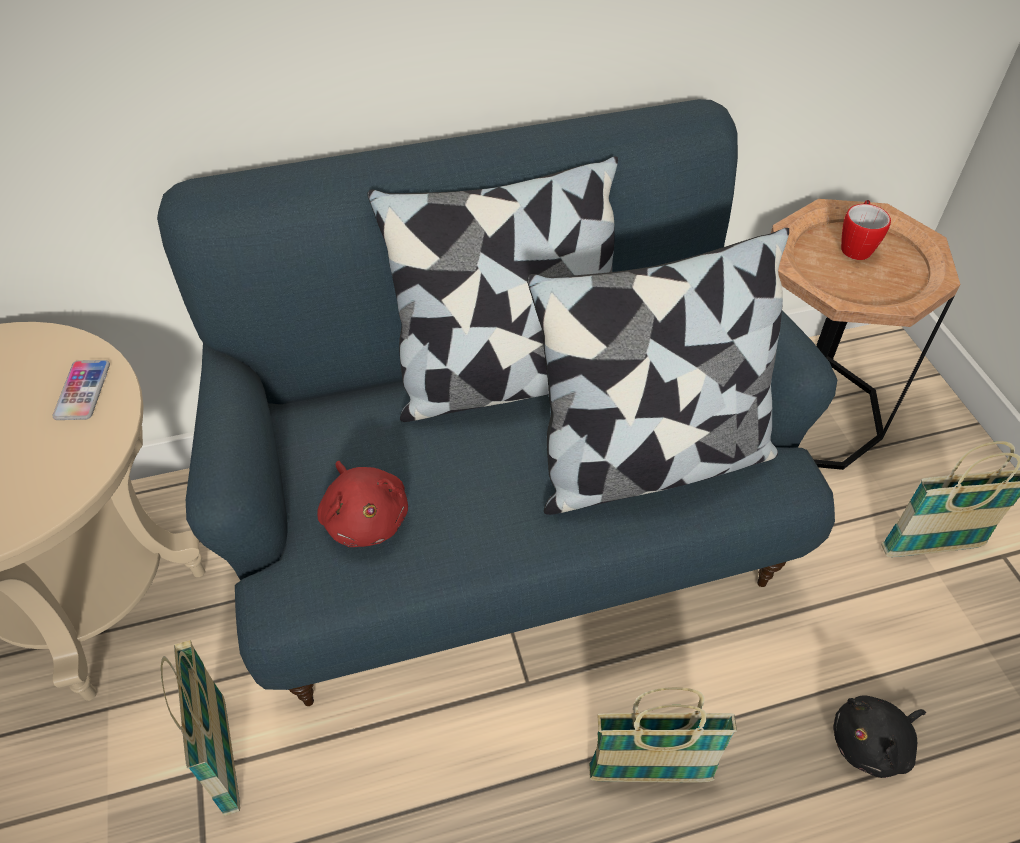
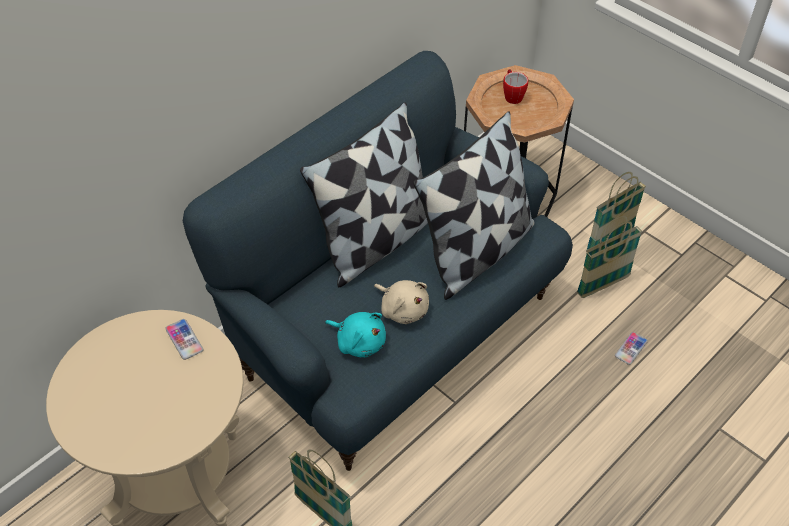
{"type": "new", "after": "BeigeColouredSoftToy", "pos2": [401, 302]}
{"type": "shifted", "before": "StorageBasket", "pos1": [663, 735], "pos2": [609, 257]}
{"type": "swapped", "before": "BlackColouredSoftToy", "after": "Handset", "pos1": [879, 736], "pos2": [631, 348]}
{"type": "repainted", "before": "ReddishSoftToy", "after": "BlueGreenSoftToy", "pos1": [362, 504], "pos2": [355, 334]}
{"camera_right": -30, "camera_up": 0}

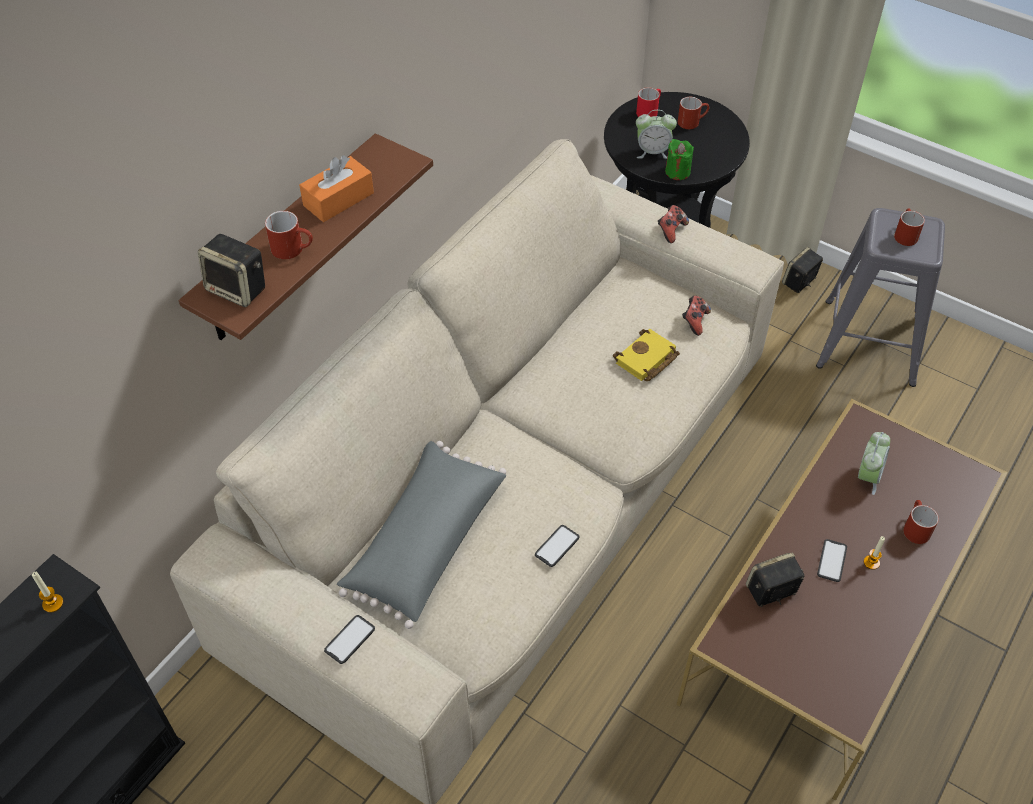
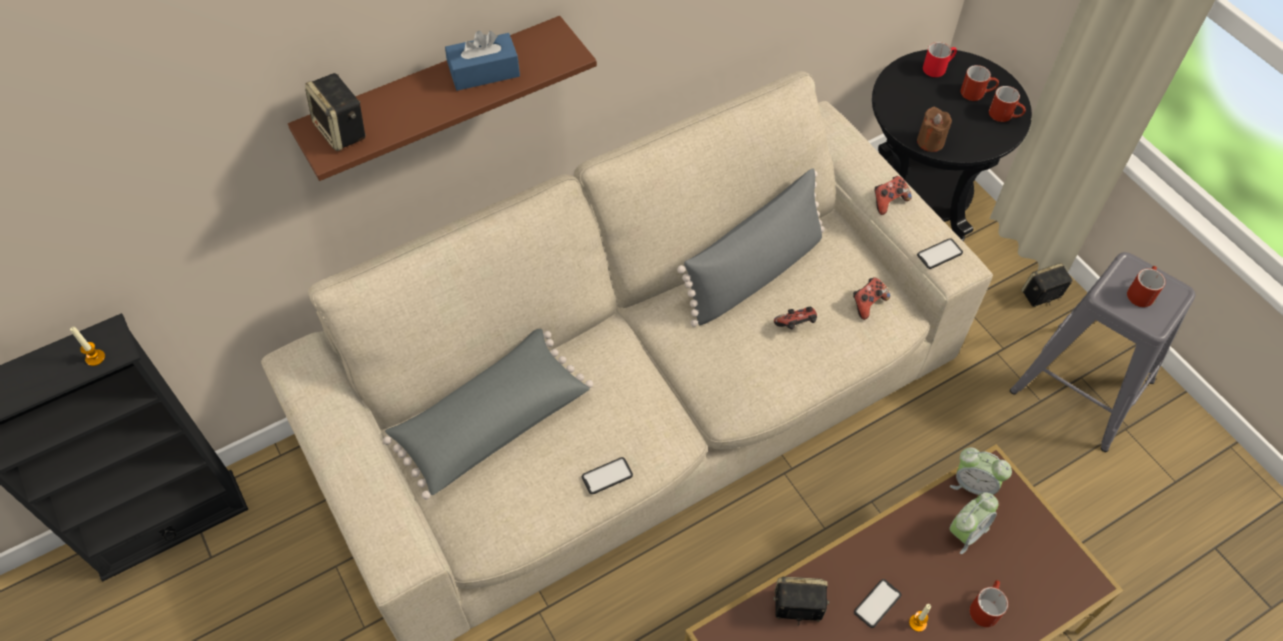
{"type": "new", "after": "GrayPillow", "pos2": [751, 247]}
{"type": "shifted", "before": "ReddishMug", "pos1": [289, 235], "pos2": [1007, 104]}
{"type": "shifted", "before": "Handset", "pos1": [349, 639], "pos2": [940, 253]}
{"type": "shifted", "before": "TableClock", "pos1": [656, 134], "pos2": [981, 471]}
{"type": "swapped", "before": "YellowishBoundBook", "after": "Joypad", "pos1": [646, 355], "pos2": [795, 318]}
{"type": "repainted", "before": "OrangeyTissueBox", "after": "BlueColouredTissueBox", "pos1": [336, 188], "pos2": [482, 61]}
{"type": "repainted", "before": "GreenishWaxLight", "after": "BrownColouredWaxLight", "pos1": [679, 159], "pos2": [934, 129]}
{"camera_right": 25, "camera_up": 5}

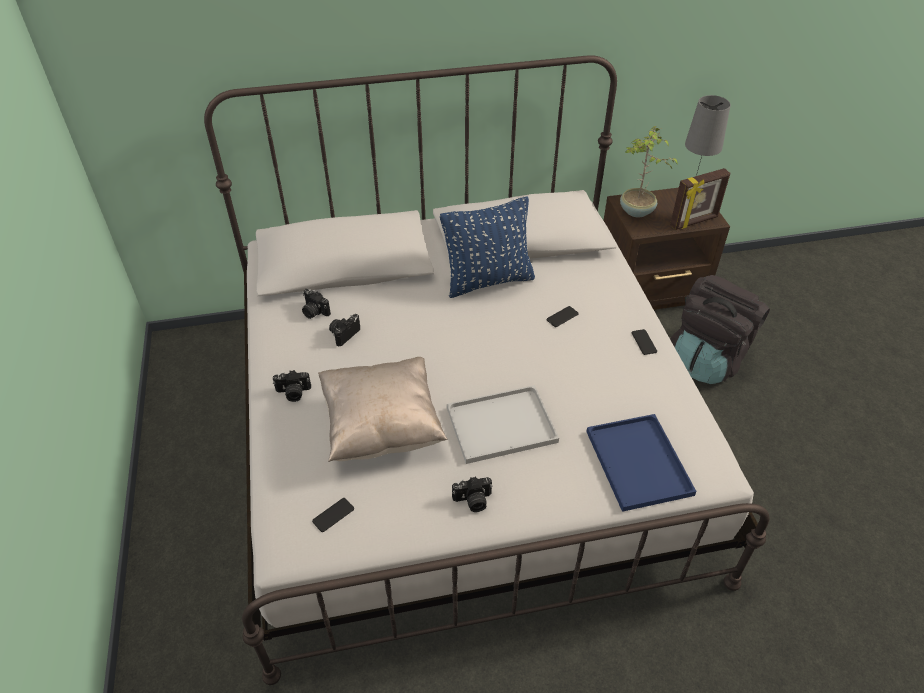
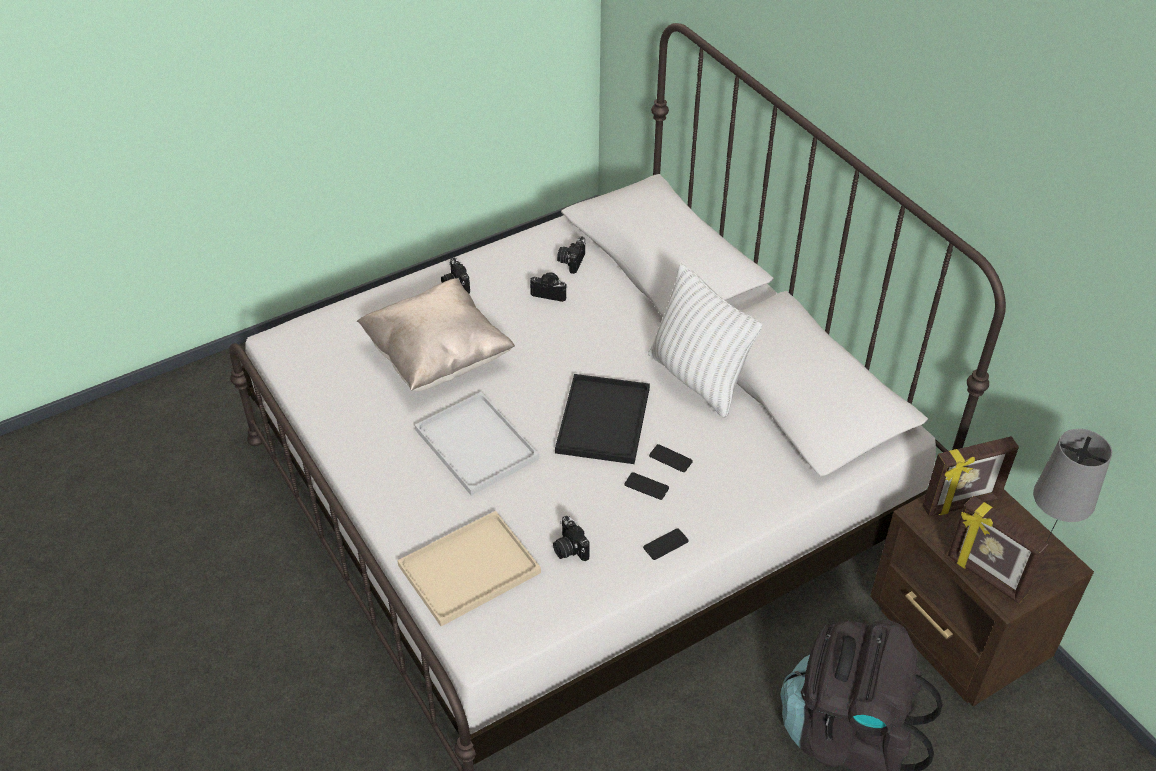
{"type": "new", "after": "BlackColouredServingTray", "pos2": [602, 419]}
{"type": "shifted", "before": "Handset", "pos1": [333, 515], "pos2": [646, 486]}
{"type": "shifted", "before": "StillCamera", "pos1": [472, 494], "pos2": [571, 538]}
{"type": "swapped", "before": "PottedPlant", "after": "StandingFrame", "pos1": [649, 171], "pos2": [970, 476]}
{"type": "repainted", "before": "BlueColouredPillow", "after": "WhitePillow", "pos1": [487, 247], "pos2": [705, 341]}
{"type": "repainted", "before": "BlueColouredServingTray", "after": "BeigeColouredServingTray", "pos1": [641, 463], "pos2": [469, 568]}
{"camera_right": 70, "camera_up": 0}

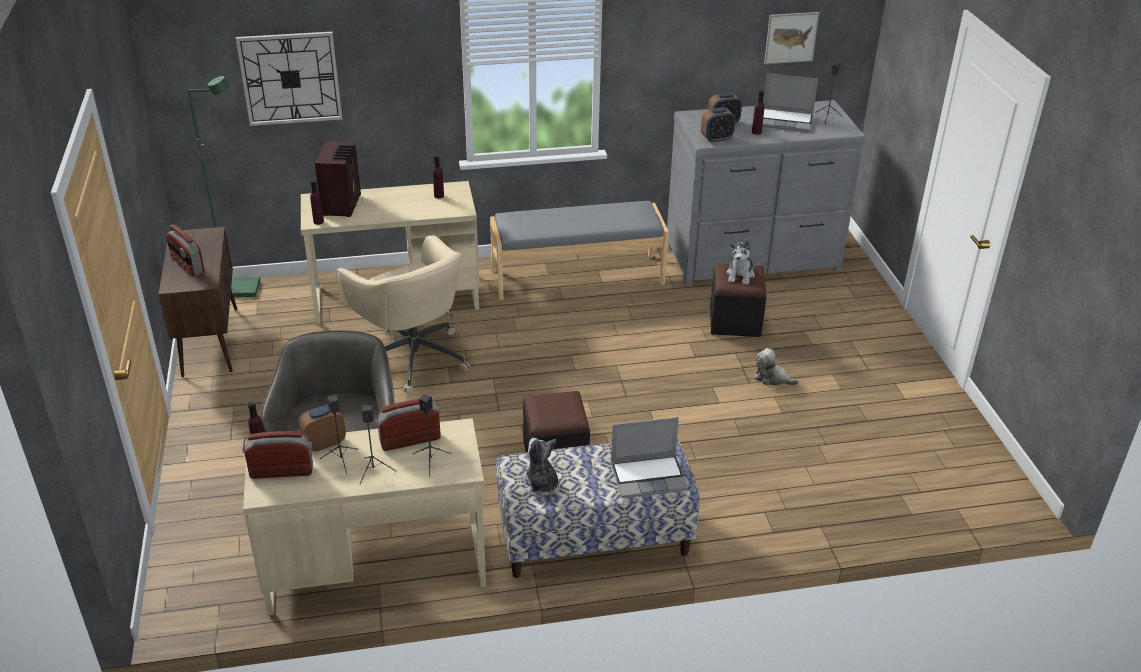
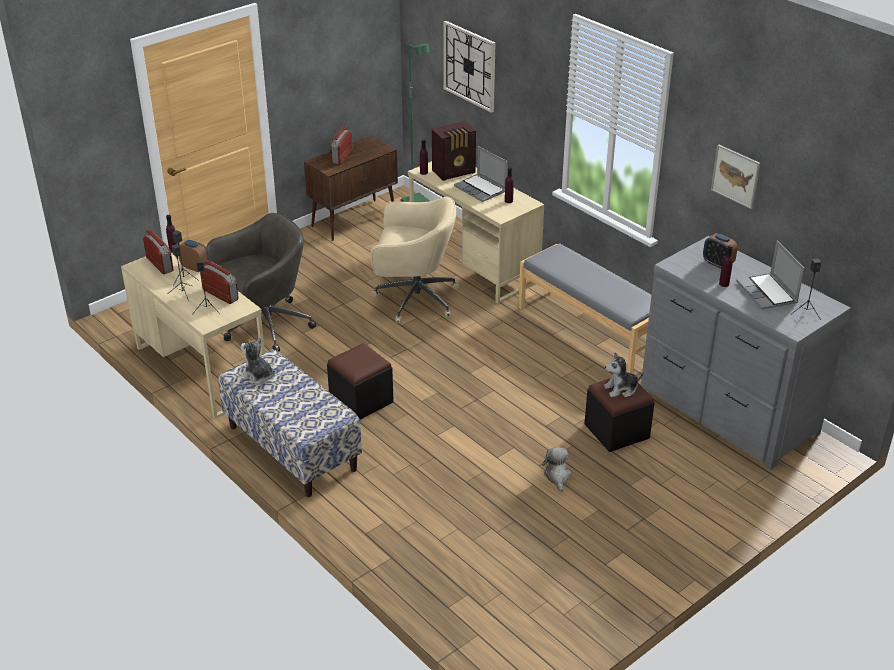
{"type": "gone", "before": "TableClock", "pos1": [718, 125]}
{"type": "shifted", "before": "PortableComputer", "pos1": [649, 457], "pos2": [481, 174]}
{"type": "shifted", "before": "WallArt", "pos1": [791, 38], "pos2": [735, 177]}
{"type": "rotated", "before": "BeigeColouredComputerChair", "pos1": [403, 314], "pos2": [415, 260], "turn": -105}
{"type": "rotated", "before": "SoftToy", "pos1": [541, 467], "pos2": [258, 361], "turn": -90}
{"camera_right": 60, "camera_up": 0}

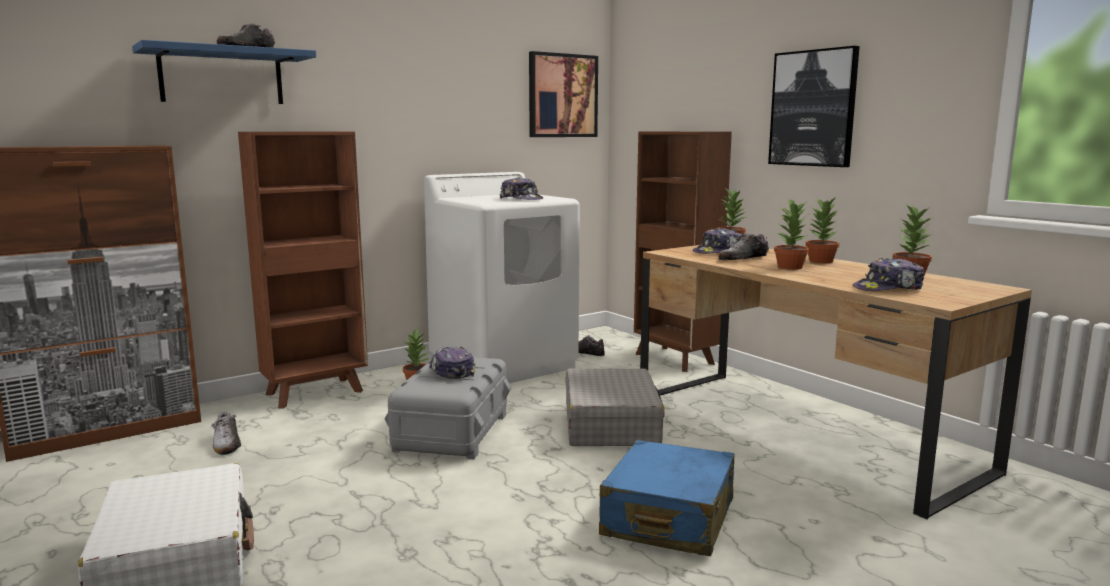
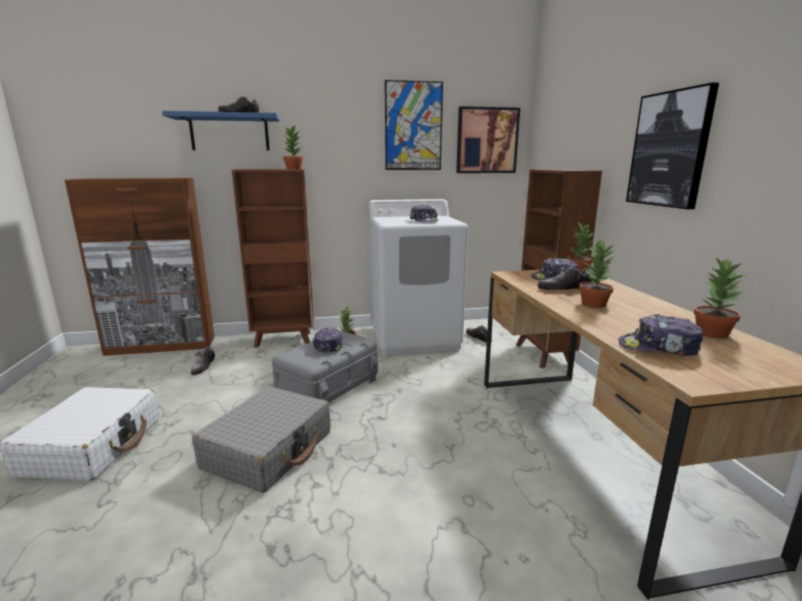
{"type": "gone", "before": "BlueColouredSuitcase", "pos1": [666, 498]}
{"type": "new", "after": "WallArt", "pos2": [414, 125]}
{"type": "shifted", "before": "GraySuitcase", "pos1": [615, 407], "pos2": [261, 439]}
{"type": "shifted", "before": "PottedPlant", "pos1": [822, 230], "pos2": [293, 147]}
{"camera_right": 25, "camera_up": 5}

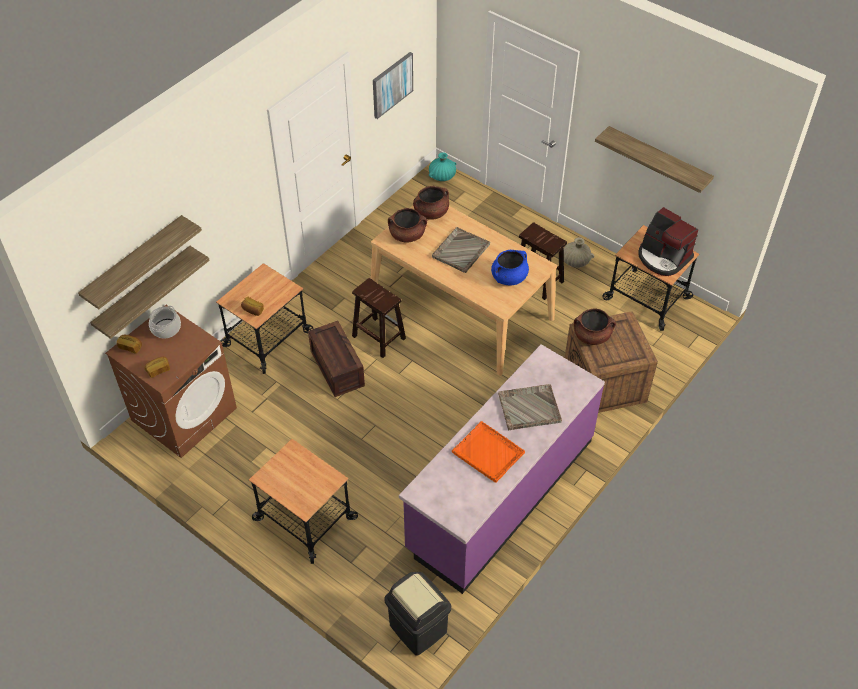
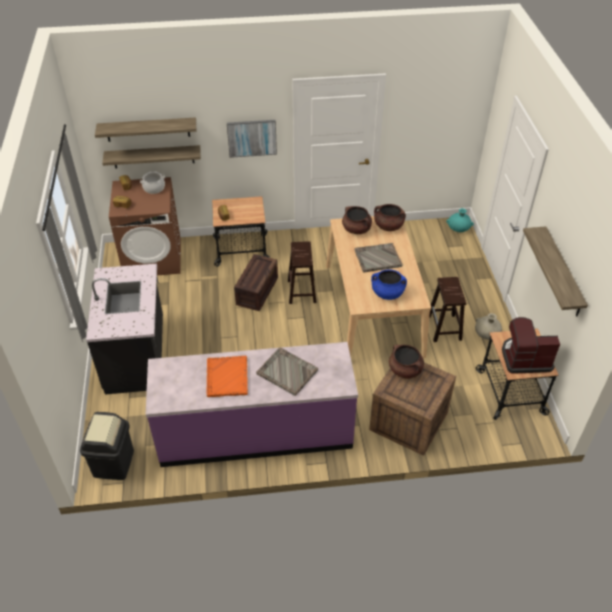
{"type": "shifted", "before": "WallArt", "pos1": [393, 85], "pos2": [252, 139]}
{"type": "swapped", "before": "Cart", "after": "BlackColouredKitchenBaseUnit", "pos1": [303, 501], "pos2": [124, 329]}
{"type": "rotated", "before": "CoffeeMaker", "pos1": [668, 241], "pos2": [531, 345], "turn": 90}
{"camera_right": 45, "camera_up": -5}

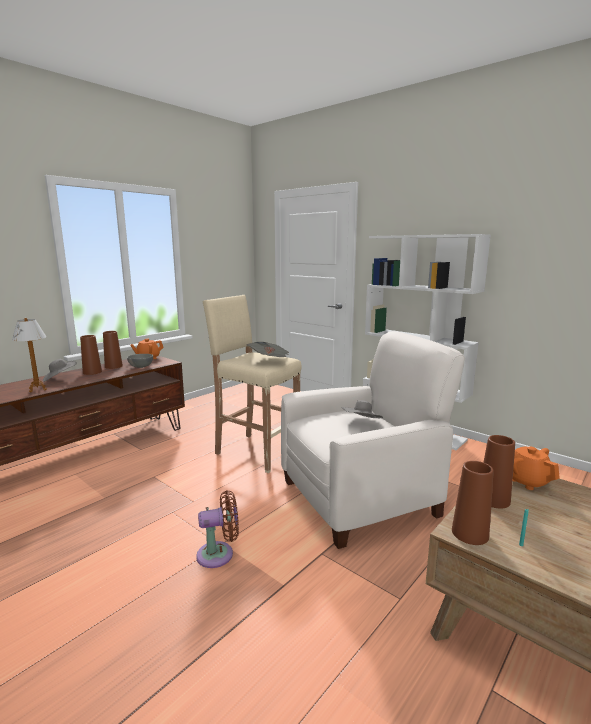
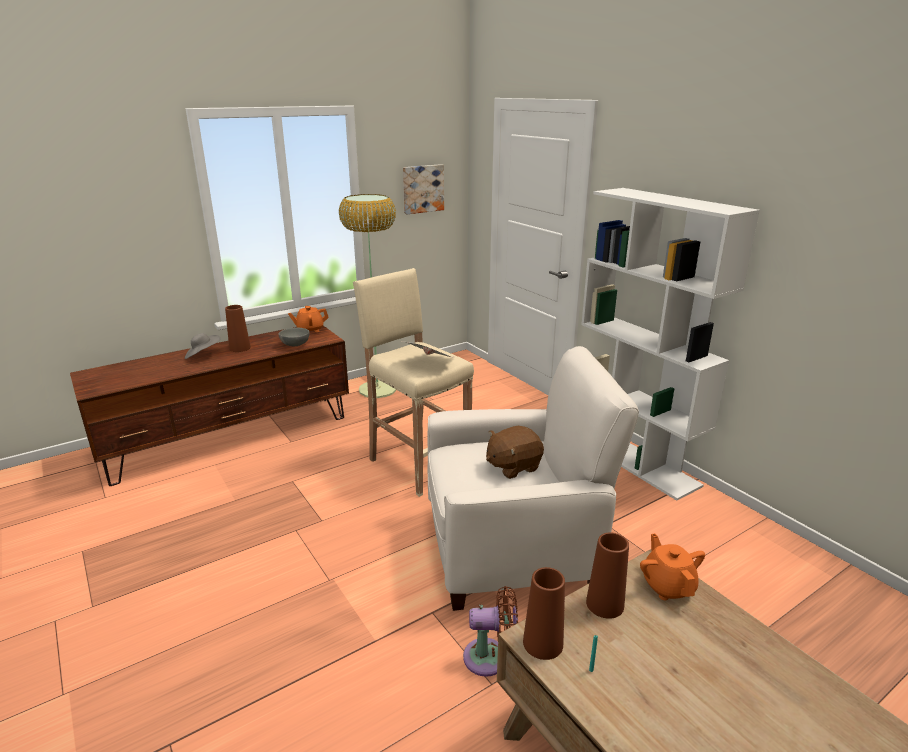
{"type": "gone", "before": "LampForATable", "pos1": [29, 355]}
{"type": "gone", "before": "BrownColouredFlowerVase", "pos1": [113, 350]}
{"type": "new", "after": "FloorLamp", "pos2": [367, 296]}
{"type": "new", "after": "WallArt", "pos2": [423, 189]}
{"type": "shifted", "before": "BrownColouredElectricFan", "pos1": [217, 529], "pos2": [490, 631]}
{"type": "swapped", "before": "GrayHat", "after": "BrownColouredSoftToy", "pos1": [362, 409], "pos2": [515, 452]}
{"camera_right": 15, "camera_up": 10}

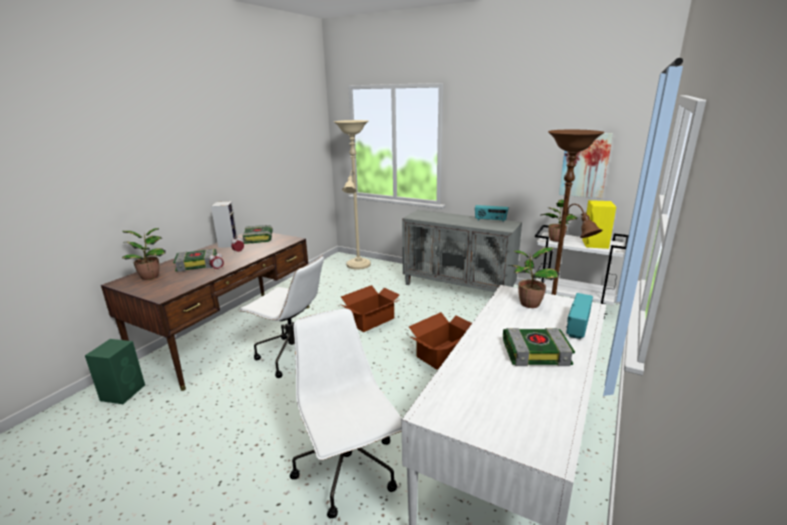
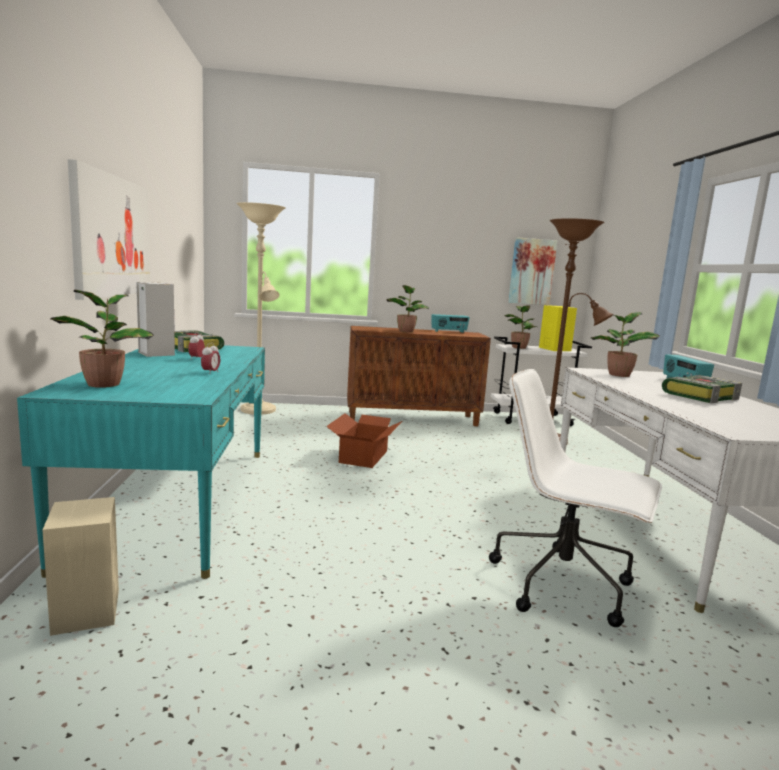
{"type": "gone", "before": "BoundBook", "pos1": [195, 260]}
{"type": "gone", "before": "WhiteComputerChair", "pos1": [281, 316]}
{"type": "gone", "before": "PackingBox", "pos1": [440, 341]}
{"type": "new", "after": "WallArt", "pos2": [109, 229]}
{"type": "new", "after": "PottedPlant", "pos2": [407, 309]}
{"type": "repainted", "before": "GreenishSpeaker", "after": "BeigeColouredSpeaker", "pos1": [115, 371], "pos2": [80, 566]}
{"type": "repainted", "before": "BrownColouredDeskUnit", "after": "BlueGreenDeskUnit", "pos1": [205, 312], "pos2": [141, 462]}
{"type": "repainted", "before": "GrayStorageCabinet", "after": "BrownColouredStorageCabinet", "pos1": [462, 251], "pos2": [419, 376]}
{"camera_right": -35, "camera_up": -10}

